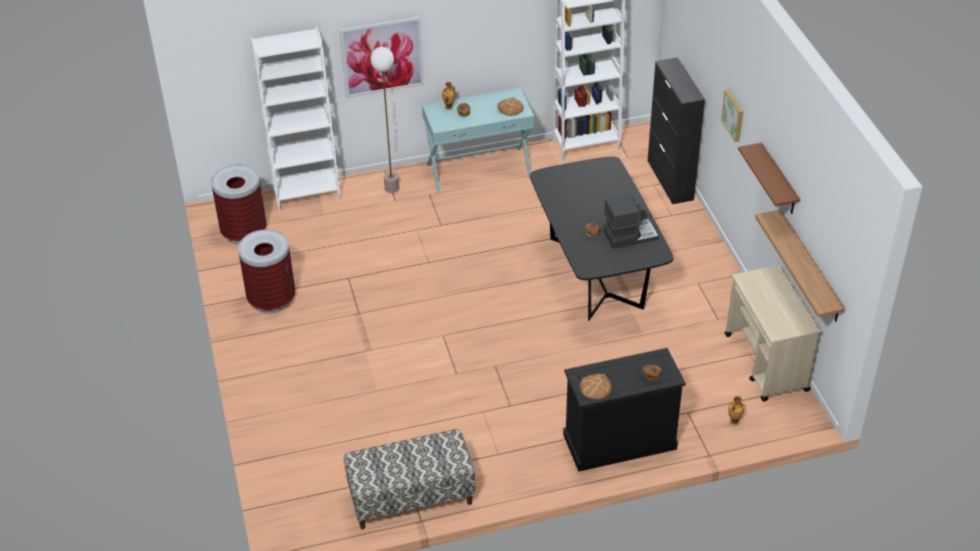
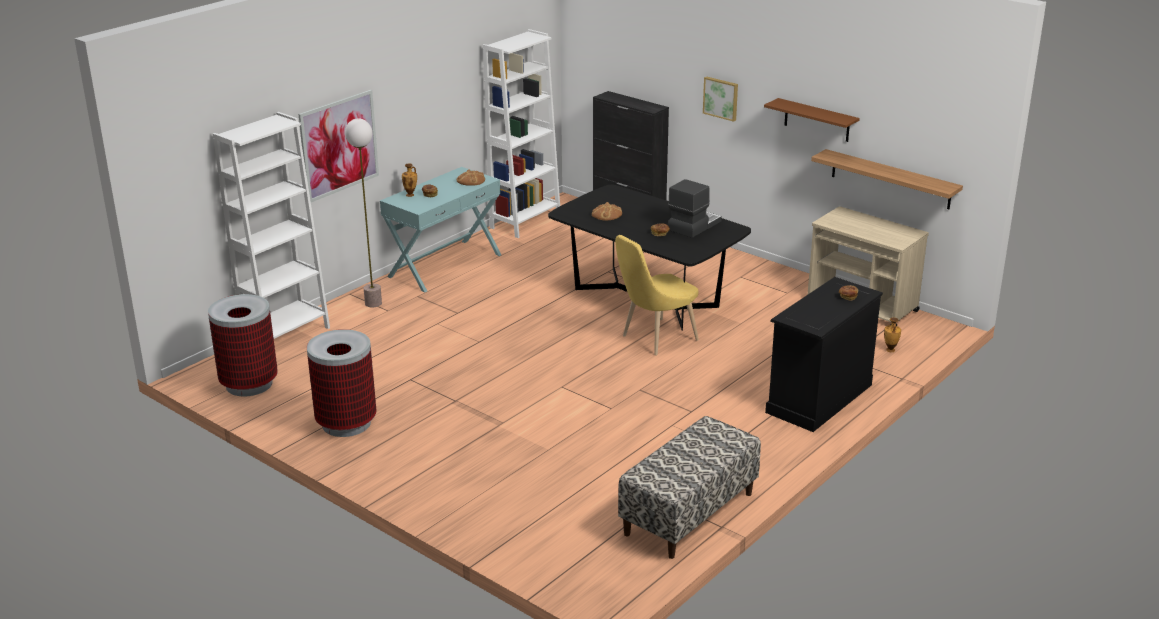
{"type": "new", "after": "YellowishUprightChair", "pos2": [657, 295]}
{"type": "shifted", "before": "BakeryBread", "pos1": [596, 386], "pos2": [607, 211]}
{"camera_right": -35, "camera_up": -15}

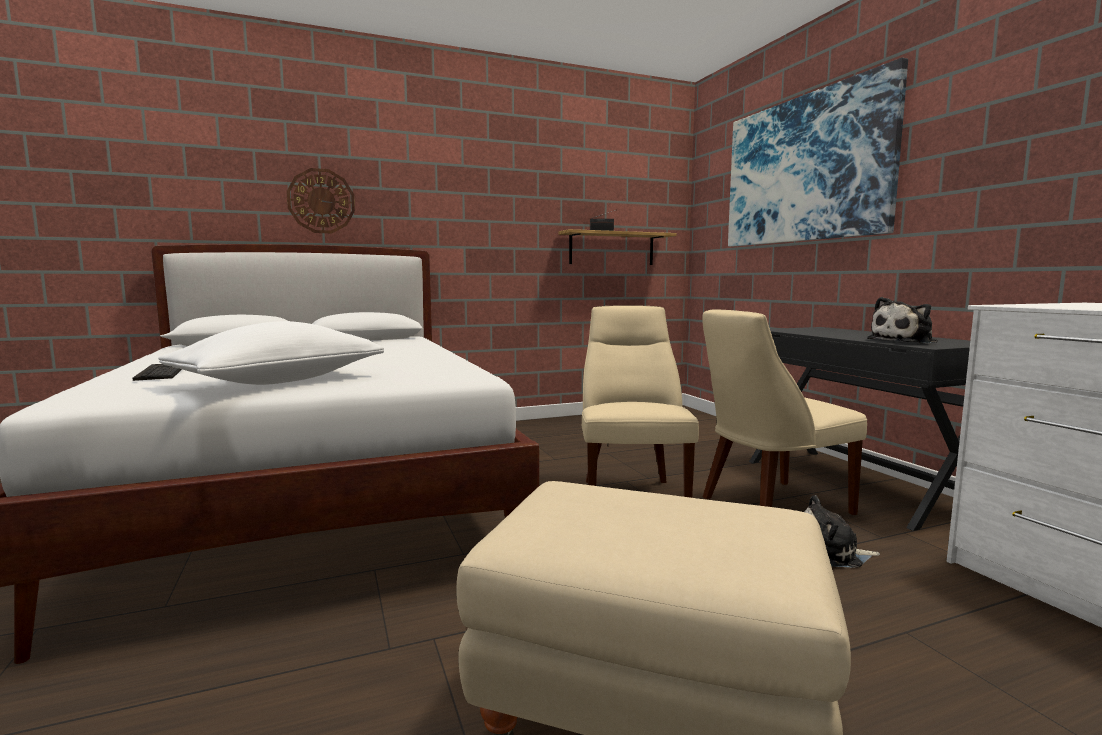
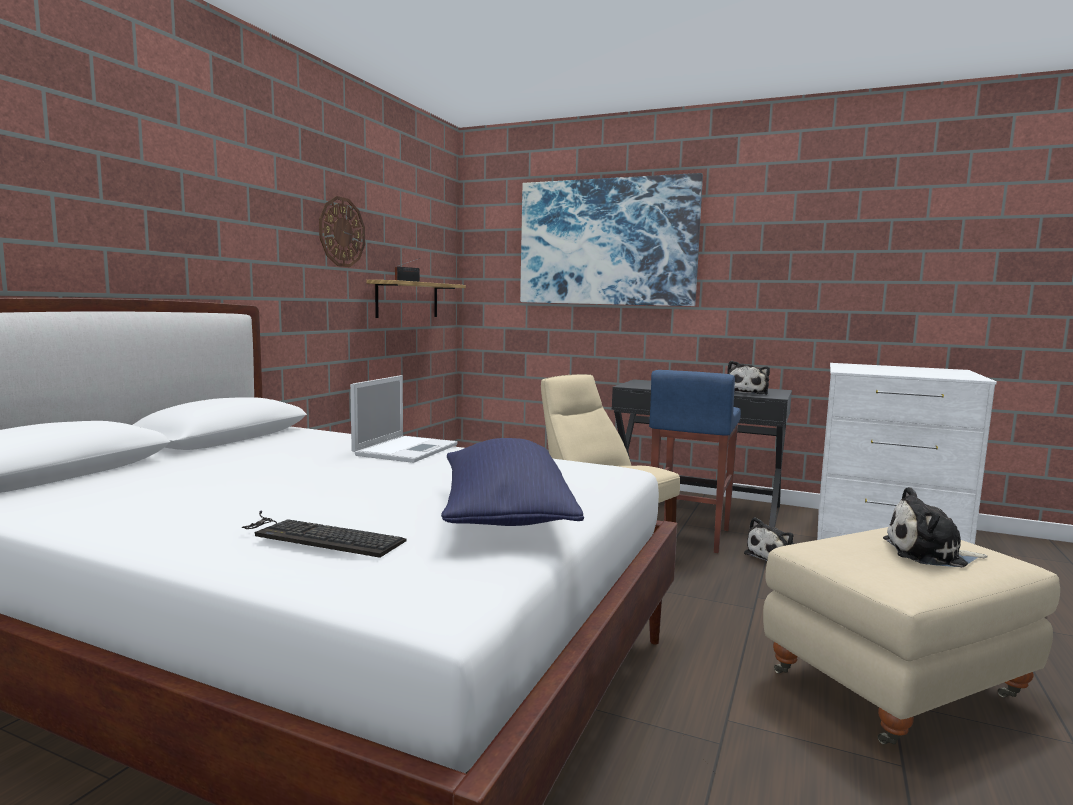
{"type": "new", "after": "PortableComputer", "pos2": [404, 419]}
{"type": "new", "after": "SoftToy", "pos2": [935, 527]}
{"type": "shifted", "before": "ClockOnTheWall", "pos1": [321, 200], "pos2": [342, 231]}
{"type": "swapped", "before": "BeigeColouredUprightChair", "after": "BlueColouredSittingStool", "pos1": [784, 412], "pos2": [695, 461]}
{"type": "repainted", "before": "WhitePillow", "after": "BlueColouredPillow", "pos1": [271, 353], "pos2": [512, 482]}
{"camera_right": -45, "camera_up": 0}

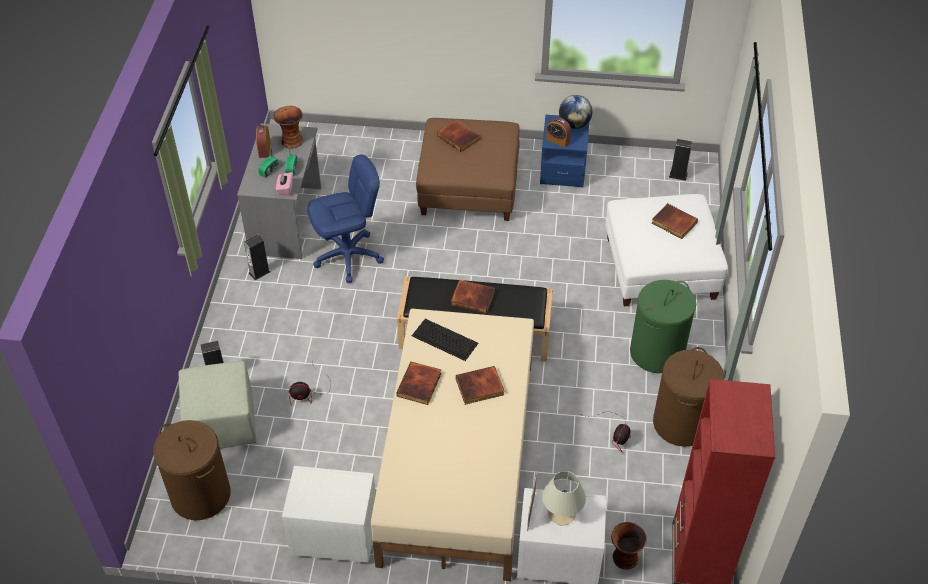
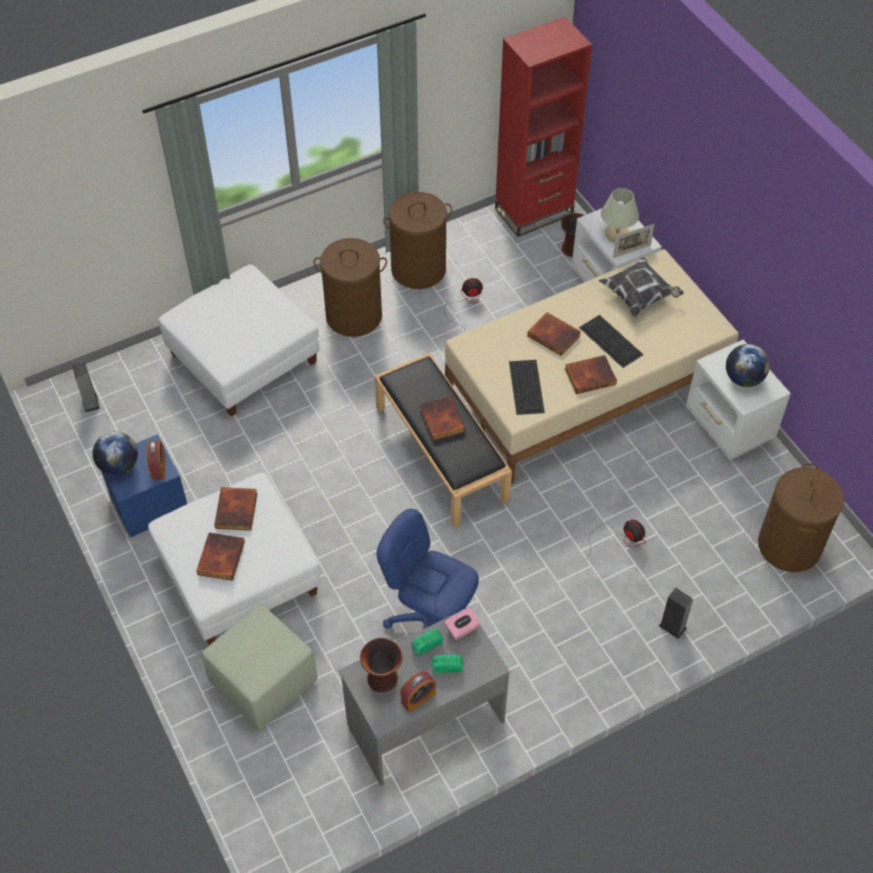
{"type": "gone", "before": "Speaker", "pos1": [257, 257]}
{"type": "new", "after": "PcKeyboard", "pos2": [611, 341]}
{"type": "new", "after": "Pillow", "pos2": [641, 287]}
{"type": "new", "after": "WorldGlobe", "pos2": [748, 365]}
{"type": "shifted", "before": "GreenishOttoman", "pos1": [218, 405], "pos2": [260, 667]}
{"type": "shifted", "before": "BoundBook", "pos1": [675, 221], "pos2": [235, 509]}
{"type": "repainted", "before": "BrownColouredOttoman", "after": "WhiteOttoman", "pos1": [468, 169], "pos2": [234, 559]}
{"type": "repainted", "before": "GreenishLaundryBasket", "after": "BrownColouredLaundryBasket", "pos1": [663, 326], "pos2": [350, 287]}
{"camera_right": -125, "camera_up": 5}

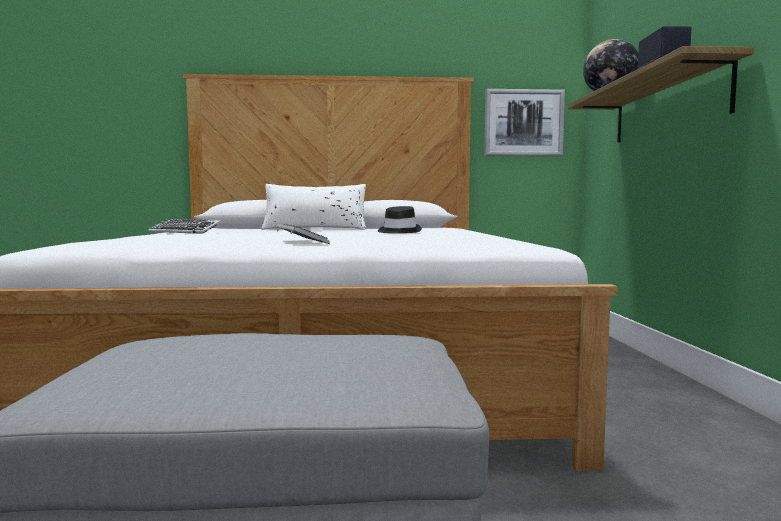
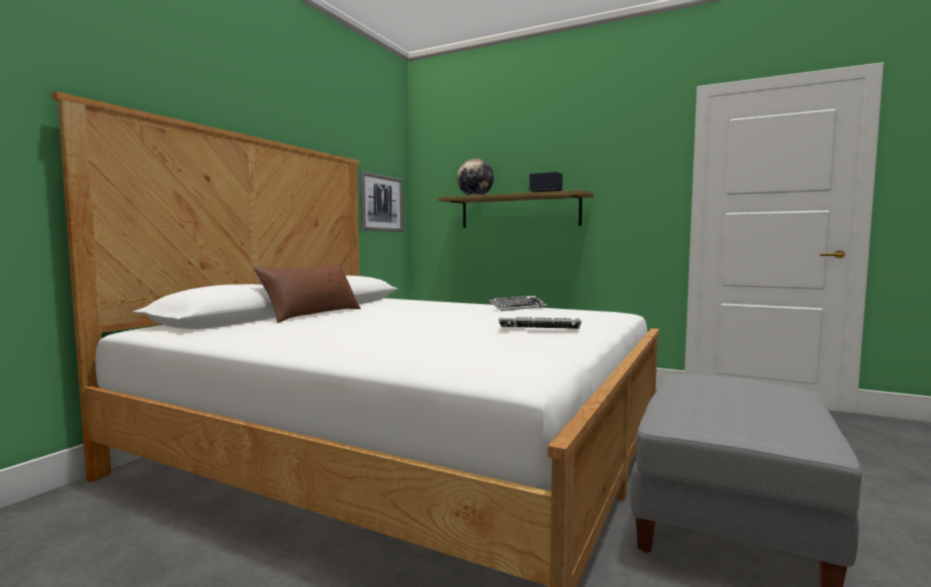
{"type": "gone", "before": "BlackColouredHat", "pos1": [400, 219]}
{"type": "shifted", "before": "PcKeyboard", "pos1": [184, 226], "pos2": [517, 303]}
{"type": "repainted", "before": "WhitePillow", "after": "BrownColouredPillow", "pos1": [313, 207], "pos2": [307, 293]}
{"camera_right": -60, "camera_up": 0}

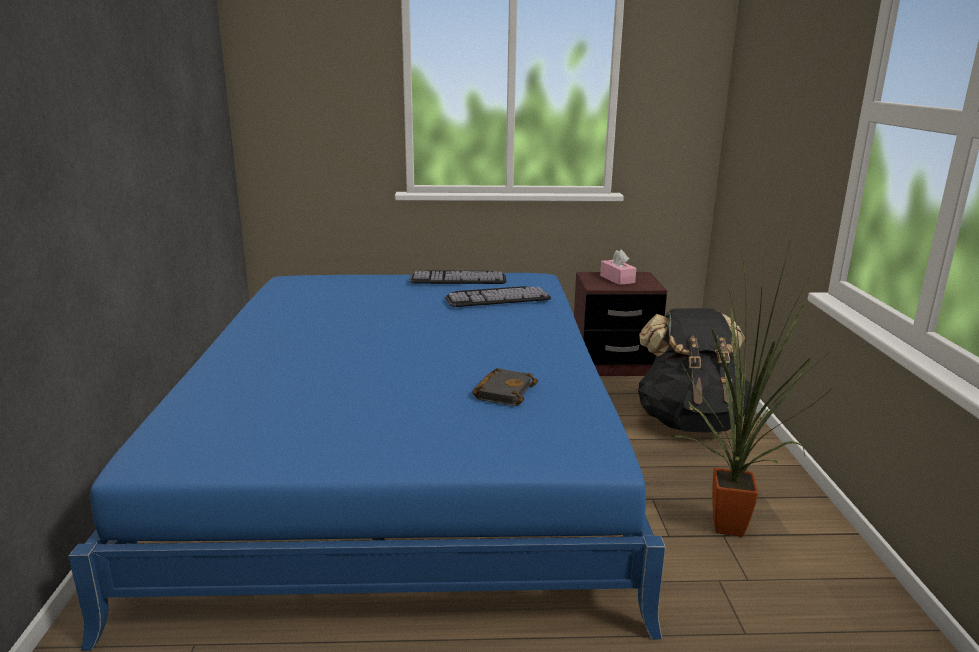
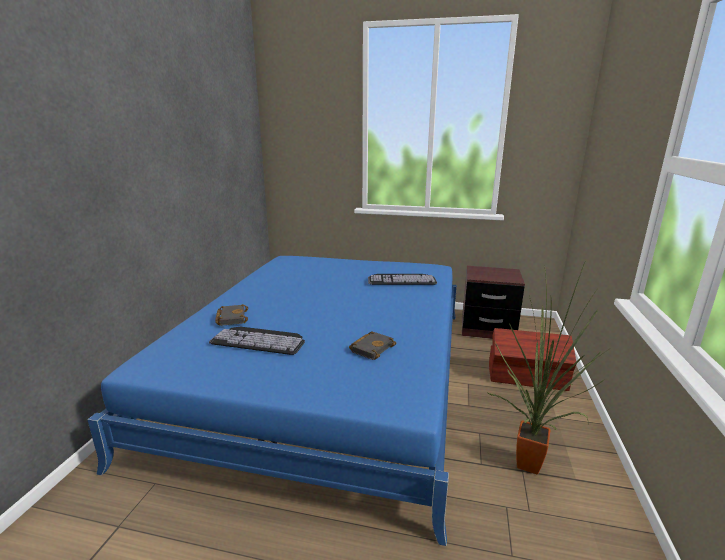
{"type": "gone", "before": "PinkishTissueBox", "pos1": [618, 267]}
{"type": "new", "after": "BlackColouredBoundBook", "pos2": [231, 315]}
{"type": "shifted", "before": "PcKeyboard", "pos1": [458, 277], "pos2": [257, 341]}
{"type": "swapped", "before": "BlackColouredRucksack", "after": "BrownColouredStorageBin", "pos1": [694, 370], "pos2": [533, 359]}
{"camera_right": 15, "camera_up": 0}

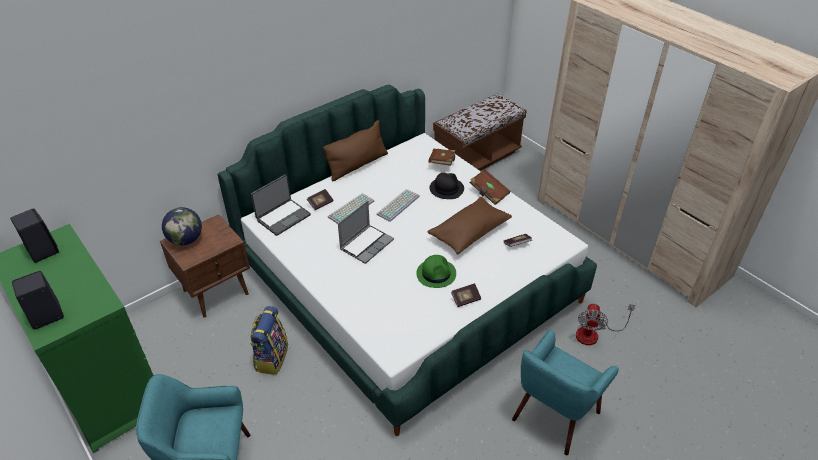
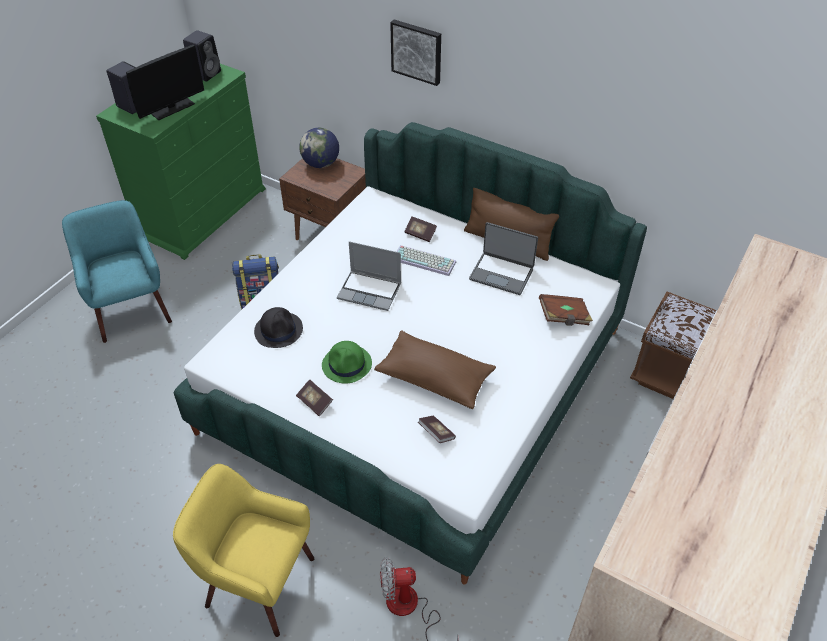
{"type": "gone", "before": "PcKeyboard", "pos1": [398, 205]}
{"type": "gone", "before": "BrownColouredBoundBook", "pos1": [490, 187]}
{"type": "new", "after": "ComputerDisplay", "pos2": [165, 82]}
{"type": "new", "after": "WallArt", "pos2": [415, 53]}
{"type": "shifted", "before": "PortableComputer", "pos1": [281, 205], "pos2": [503, 258]}
{"type": "shifted", "before": "BlackColouredHat", "pos1": [446, 186], "pos2": [278, 327]}
{"type": "repainted", "before": "BlueGreenEasyChair", "after": "YellowishEasyChair", "pos1": [565, 392], "pos2": [243, 550]}
{"camera_right": 70, "camera_up": 5}

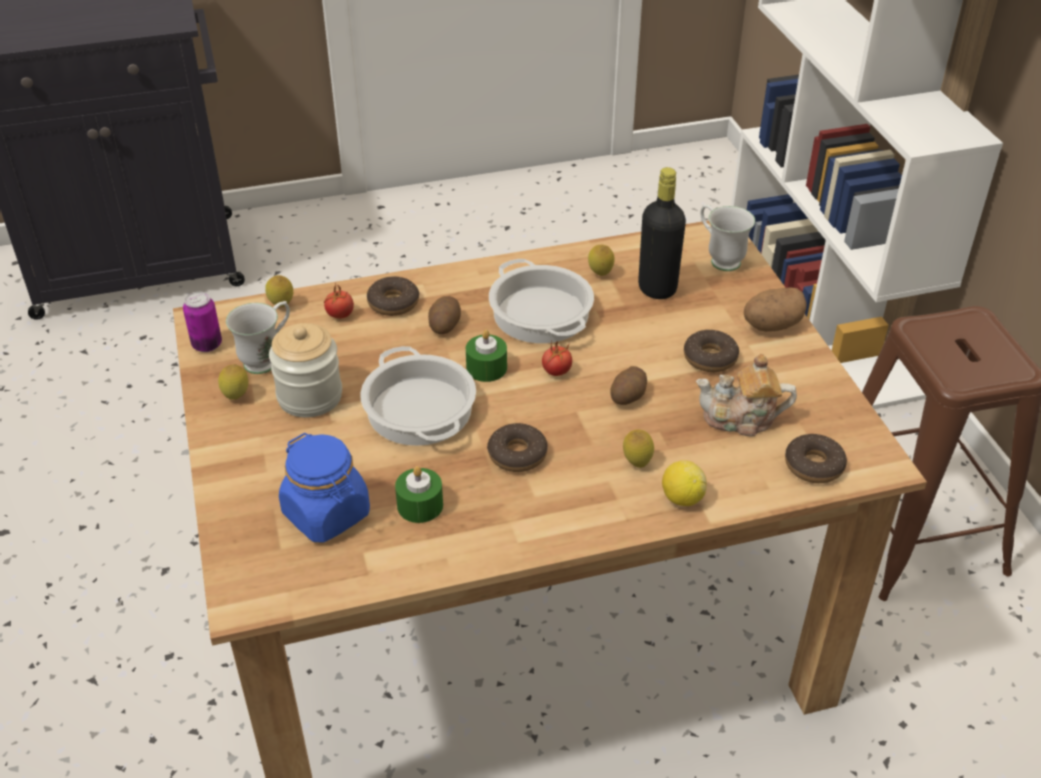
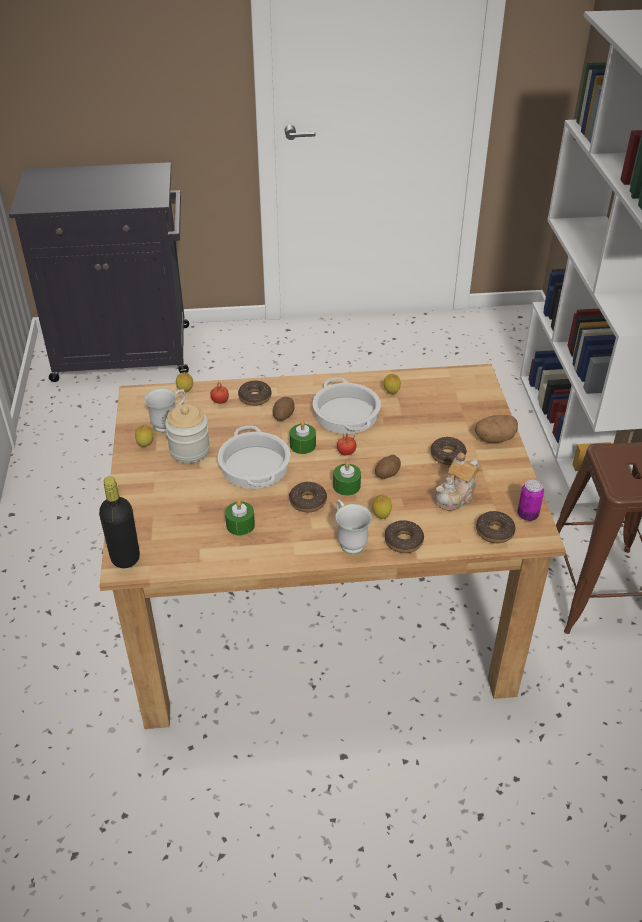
{"type": "gone", "before": "BlueColouredPreserveJar", "pos1": [324, 487]}
{"type": "new", "after": "GreenishWaxLight", "pos2": [347, 478]}
{"type": "shifted", "before": "SealedCan", "pos1": [202, 322], "pos2": [530, 500]}
{"type": "shifted", "before": "BlackColouredBeverageBottle", "pos1": [662, 233], "pos2": [119, 522]}
{"type": "shifted", "before": "WhiteMug", "pos1": [727, 237], "pos2": [353, 527]}
{"type": "swapped", "before": "CitrusFruit", "after": "Doughnut", "pos1": [684, 483], "pos2": [404, 536]}
{"type": "rotated", "before": "PotForTea", "pos1": [746, 395], "pos2": [457, 482], "turn": -60}
{"camera_right": 10, "camera_up": 0}

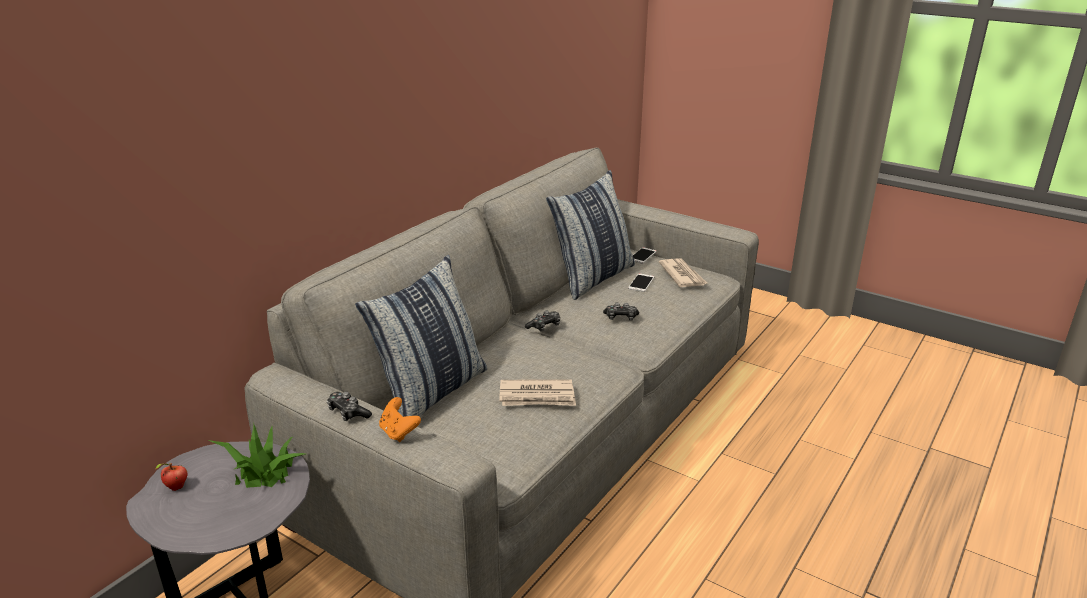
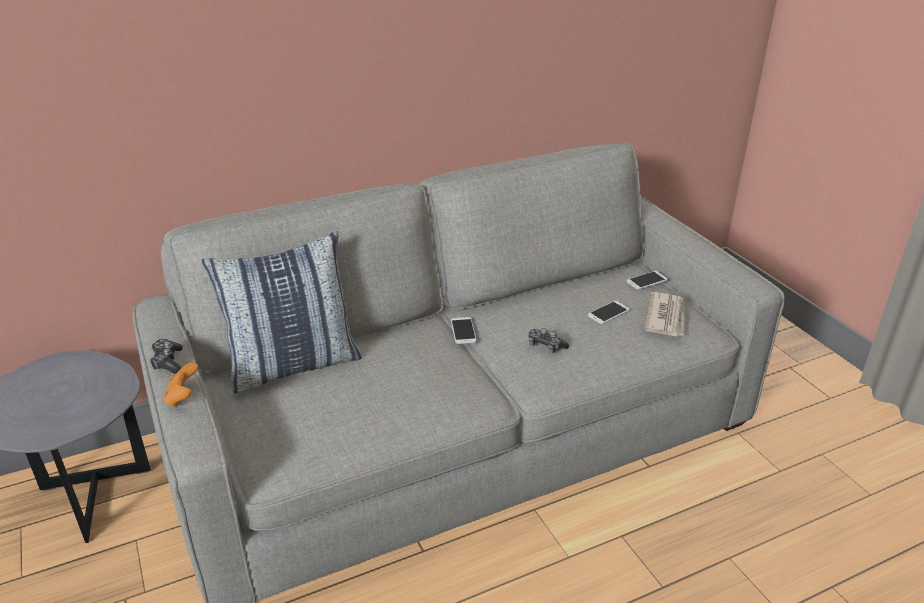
{"type": "gone", "before": "Apple", "pos1": [171, 477]}
{"type": "gone", "before": "PottedPlant", "pos1": [256, 456]}
{"type": "gone", "before": "PrintedPaper", "pos1": [537, 392]}
{"type": "gone", "before": "Pillow", "pos1": [590, 235]}
{"type": "swapped", "before": "Joypad", "after": "Handset", "pos1": [542, 321], "pos2": [464, 330]}
{"camera_right": 30, "camera_up": 5}

